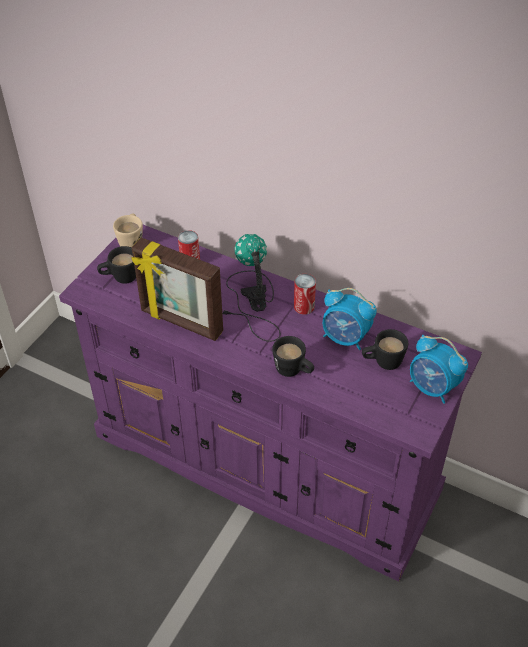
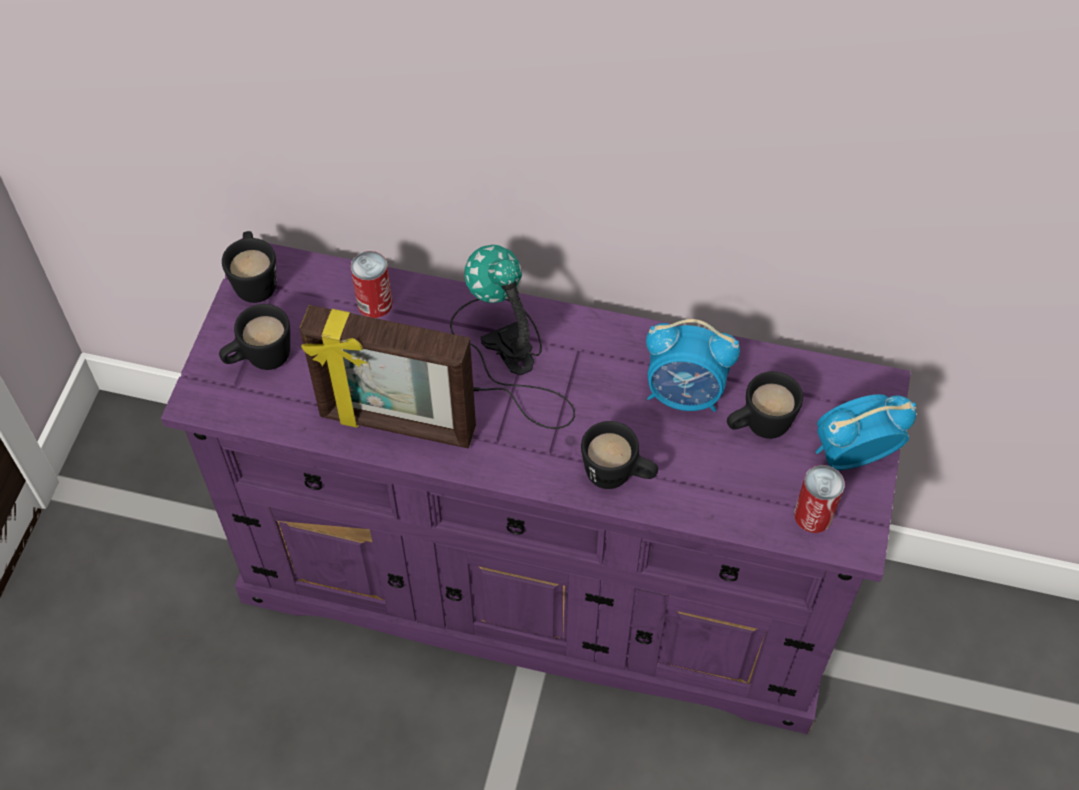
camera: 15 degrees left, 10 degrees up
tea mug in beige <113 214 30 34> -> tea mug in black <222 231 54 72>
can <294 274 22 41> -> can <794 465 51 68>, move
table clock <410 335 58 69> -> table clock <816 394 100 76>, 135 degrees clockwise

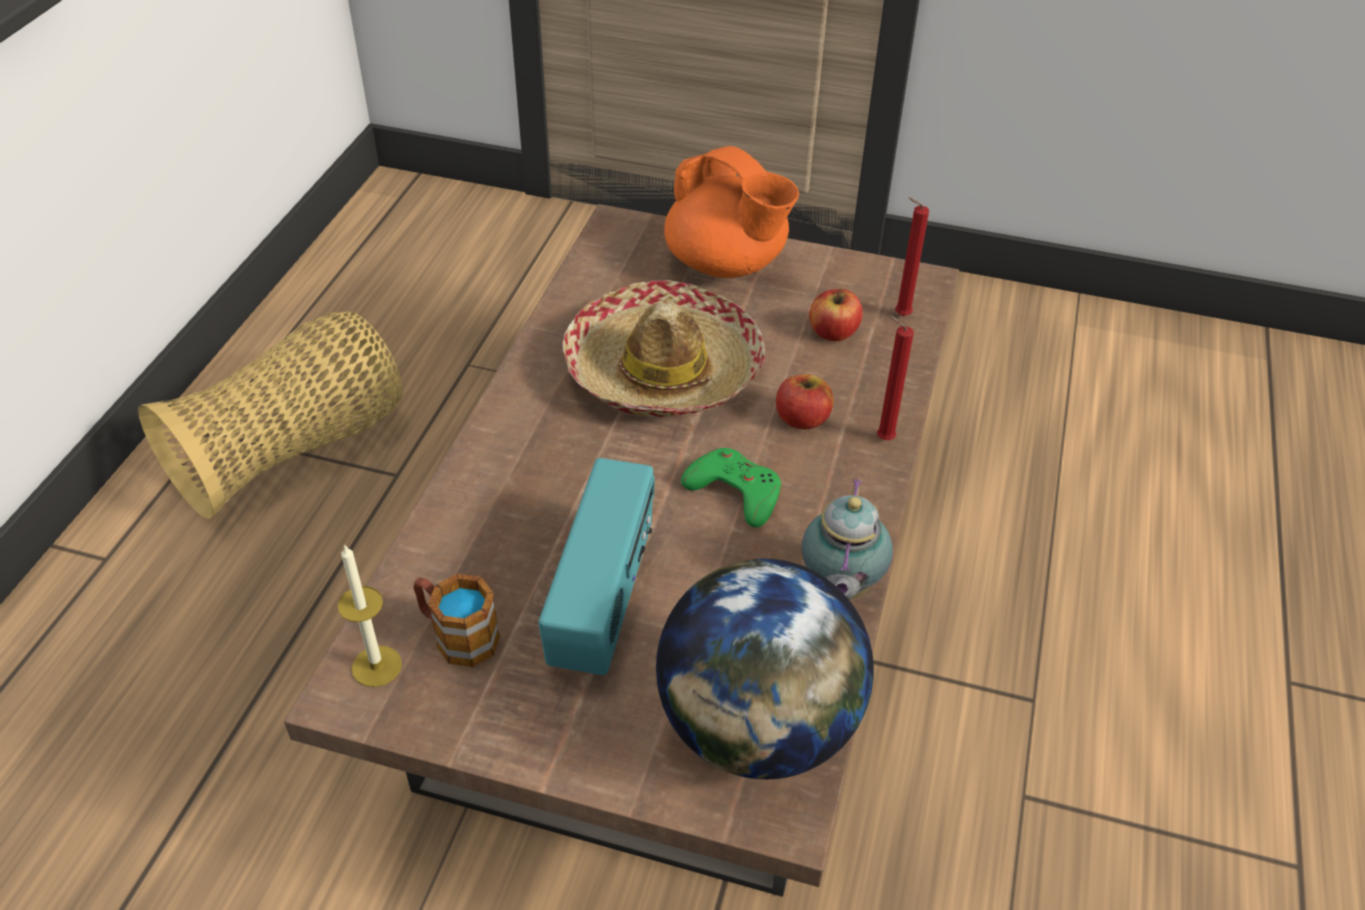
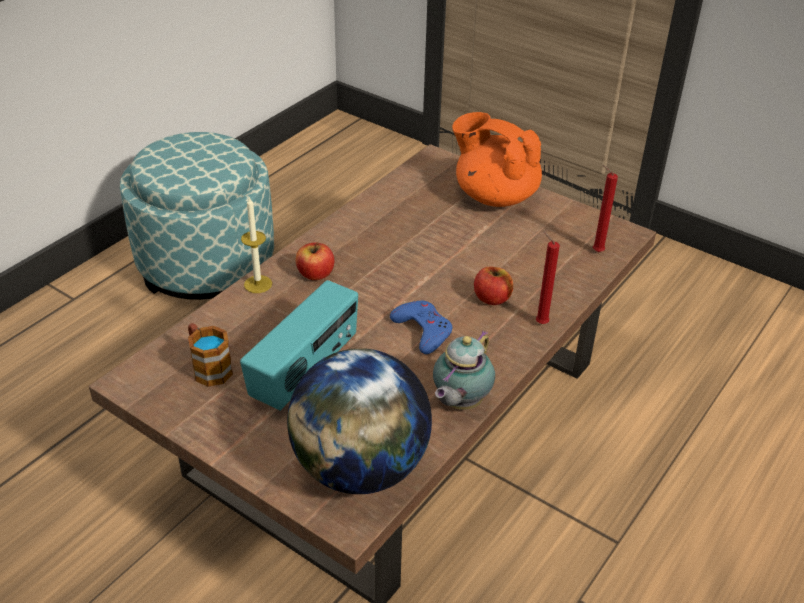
camera: 20 degrees right, 5 degrees down
storage basket <138 312 265 208> -> pouffe <120 132 154 168>
wax light <338 544 64 143> -> wax light <241 196 31 97>, move
wearable hat <563 280 202 137> -> none
tea pot in orangey <664 146 135 132> -> tea pot in orangey <452 112 90 95>, 150 degrees clockwise
game controller in green-coloured <681 448 100 79> -> game controller in bluish <390 301 63 53>
apple <809 288 54 53> -> apple <296 242 38 38>, move

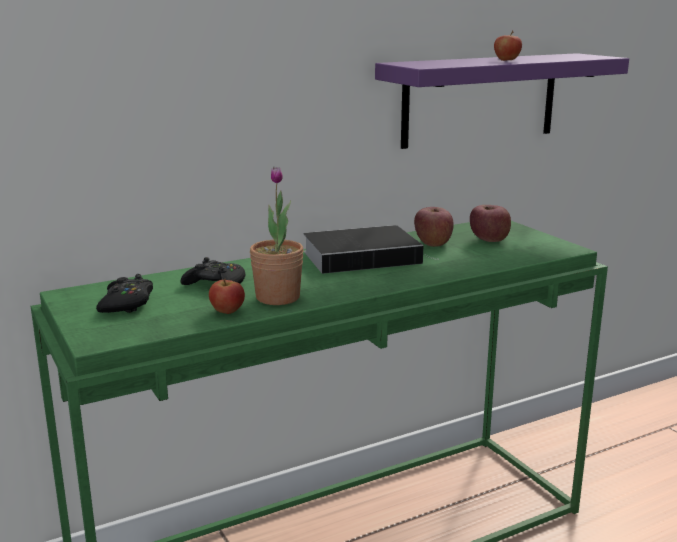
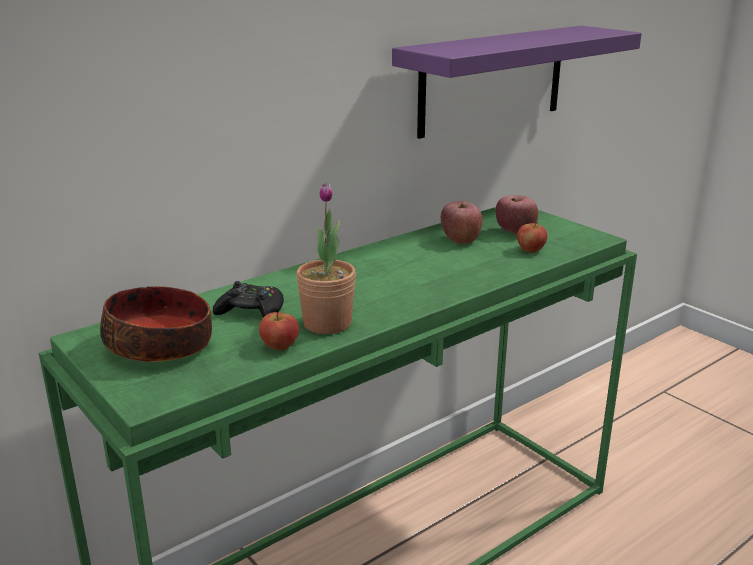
camera: 10 degrees left, 5 degrees up
game controller in black <96 274 57 39> -> serving bowl <100 286 112 76>
volume <303 225 135 49> -> none
apple <494 30 28 31> -> apple <517 220 30 33>, move

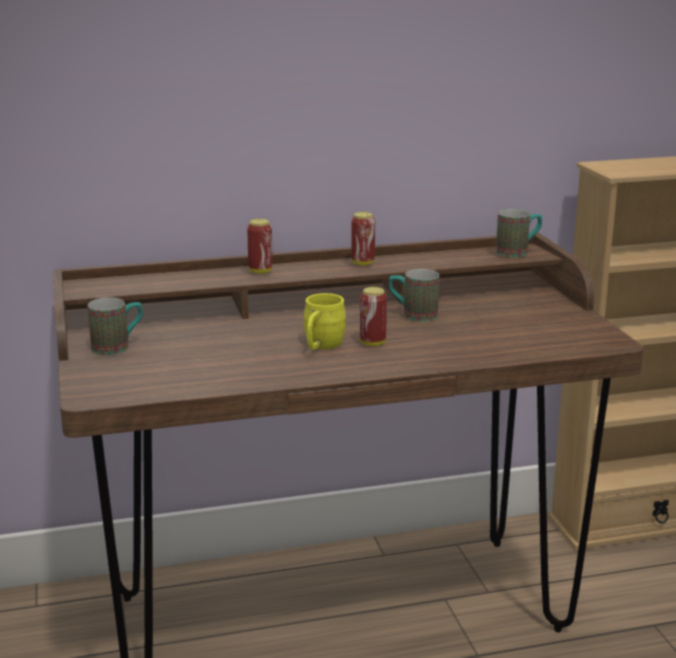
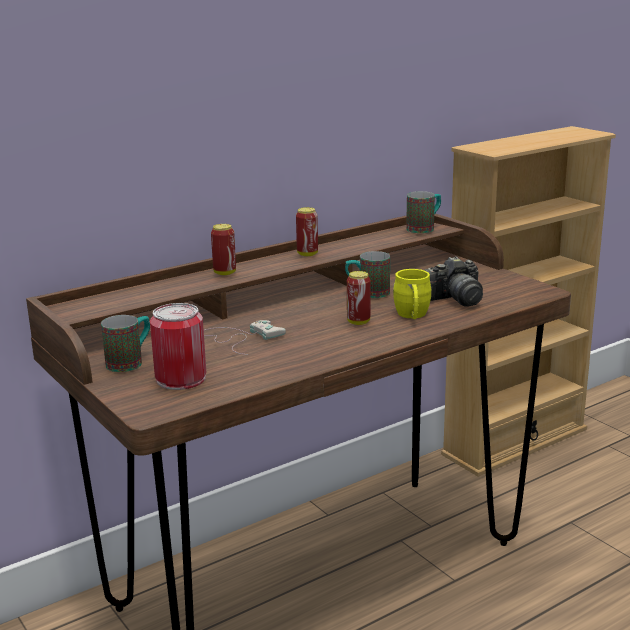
camera: 20 degrees left, 0 degrees up
tea mug in yellow-coloured <304 293 43 57> -> tea mug in yellow-coloured <393 269 38 50>, move
none -> can <150 303 56 87>
none -> game controller in white-coloured <204 320 82 35>
none -> still camera <424 256 59 51>

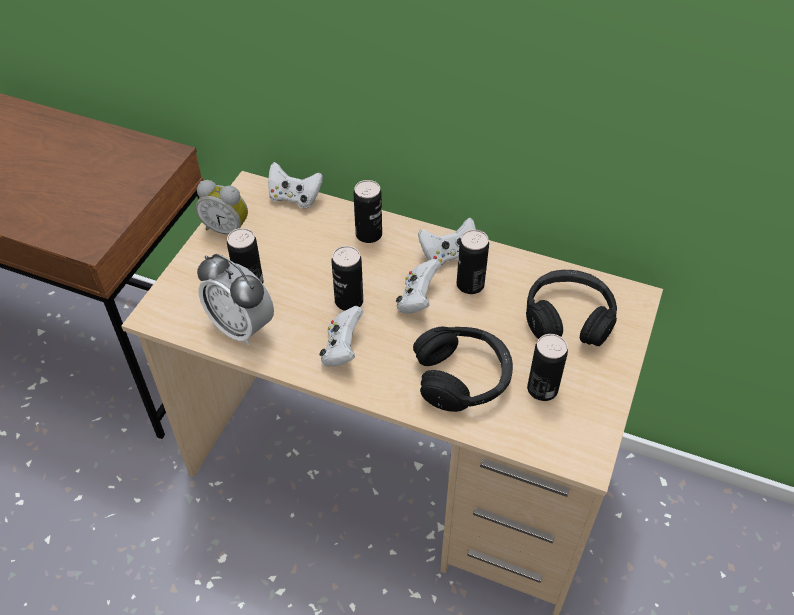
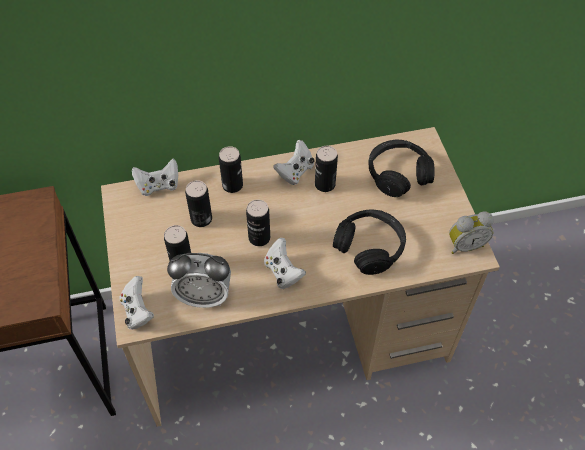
camera: 35 degrees left, 5 degrees up
table clock <196 180 52 54> -> table clock <449 211 45 43>, move
game controller in white-coloured <396 259 45 55> -> game controller in white-coloured <119 276 35 54>, move
can <527 334 41 67> -> can <185 180 27 47>, move

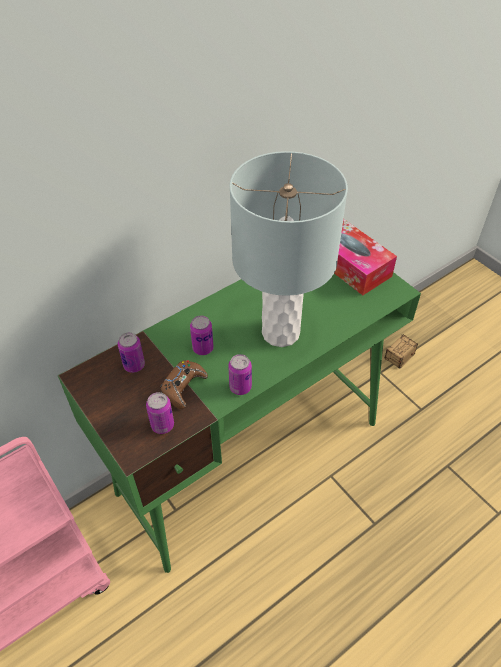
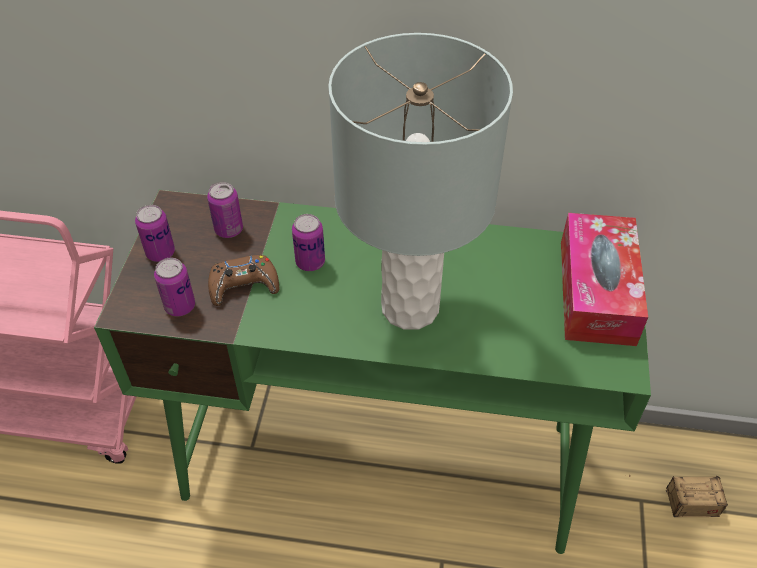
camera: 45 degrees right, 0 degrees up
can <228 354 24 41> -> can <135 205 40 57>, move

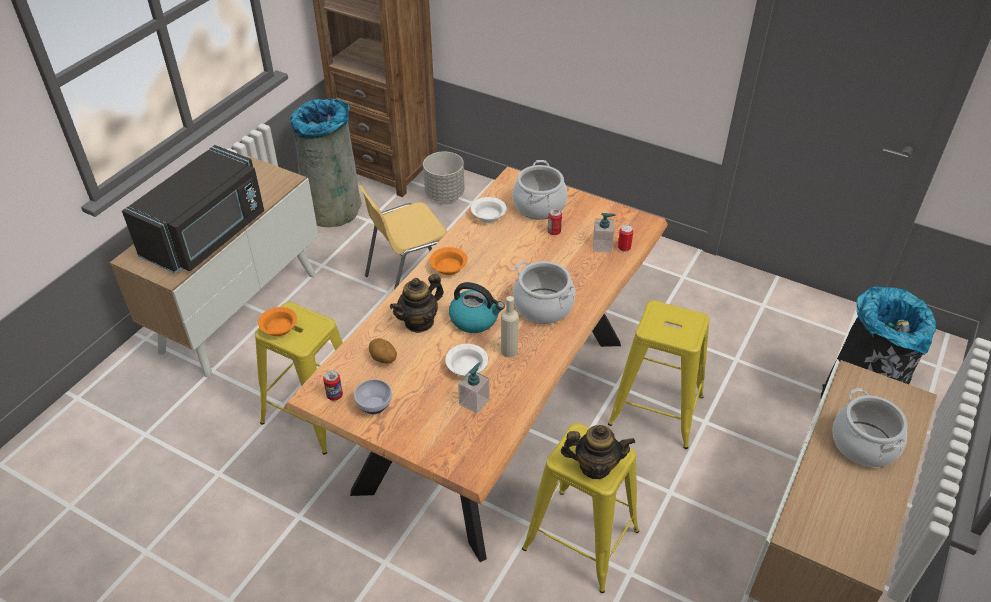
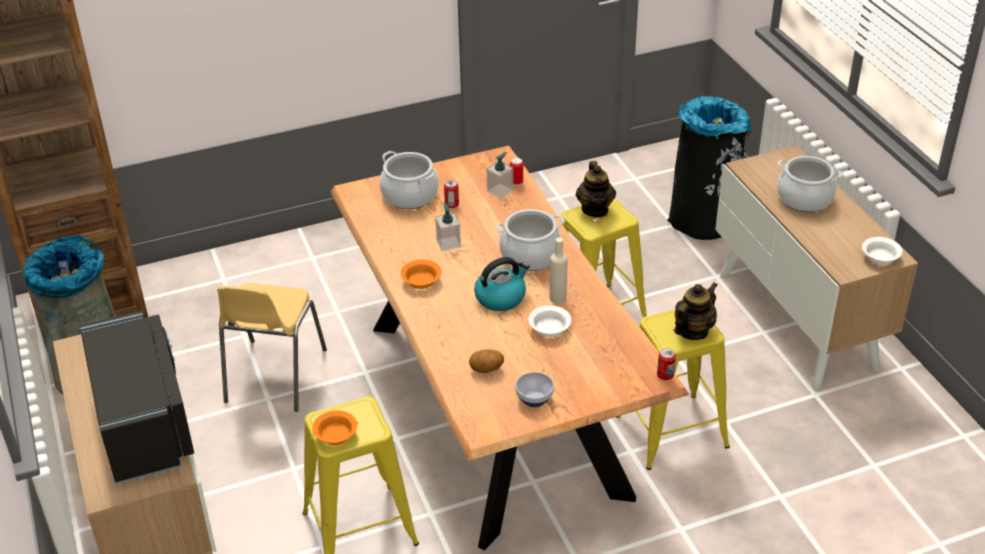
camera: 50 degrees left, 5 degrees down
can <323 370 20 31> -> can <657 348 19 32>, move
tea pot <390 274 54 59> -> tea pot <576 161 40 56>, move
plant pot in greyish <423 152 41 49> -> none
soap bottle <458 362 31 52> -> soap bottle <435 202 26 49>, move
serving bowl in white-coloured <471 197 36 26> -> serving bowl in white-coloured <862 237 41 28>, move

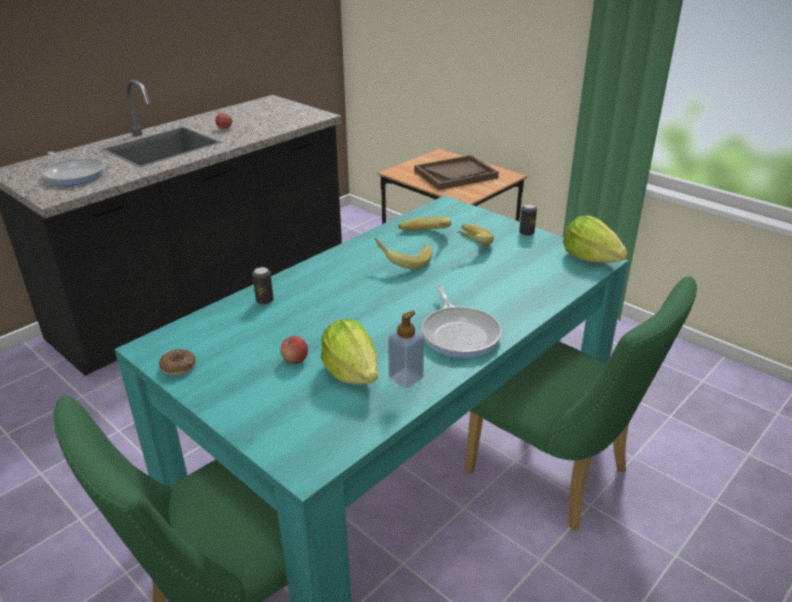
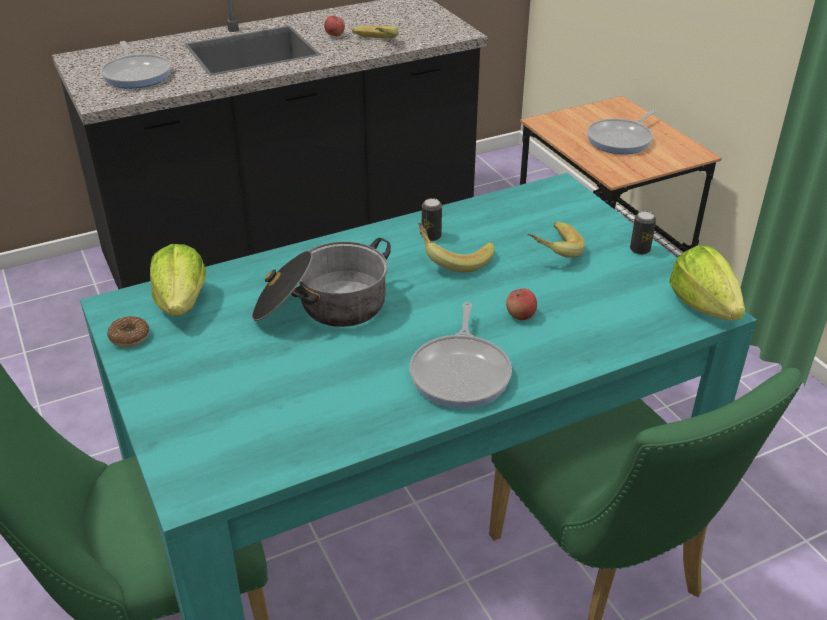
camera: 20 degrees right, 5 degrees up
can <252 267 22 38> -> can <422 198 20 43>, move
apple <280 336 28 28> -> apple <506 289 31 31>, move
head of lettuce <321 319 57 66> -> head of lettuce <150 244 56 72>, move
soap bottle <388 311 36 77> -> none
banana <398 217 54 13> -> banana <352 26 47 12>, move
serving tray in brown-coloured <414 155 85 35> -> pan <587 109 70 45>
none -> saucepot <252 238 139 89>

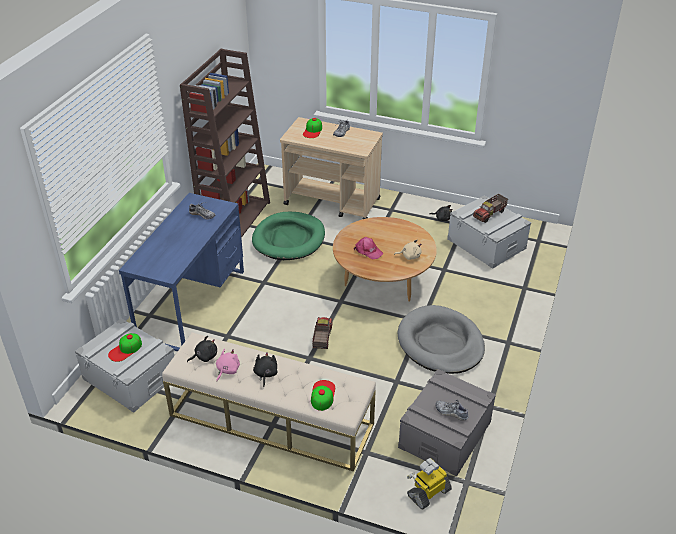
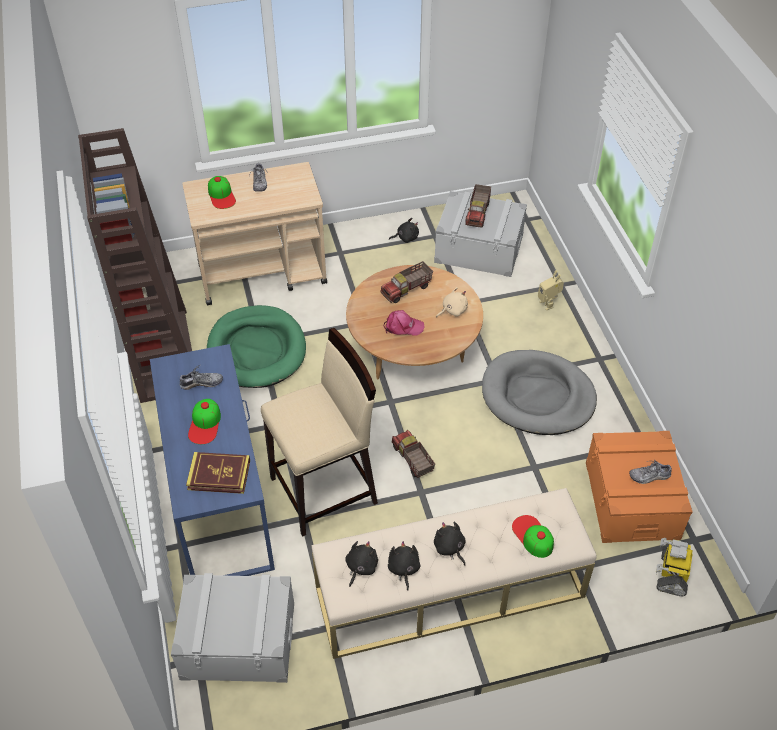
camera: 35 degrees left, 10 degrees up
cap <108 333 34 29> -> cap <188 399 33 45>, move
soft toy in pink-coloured <216 349 24 32> -> soft toy in black <388 541 32 50>
storage box in greyish <398 369 98 107> -> storage box in orangey <586 431 106 112>
none -> volume <186 452 64 42>
none -> sitting stool in beige <261 328 117 209>
none -> toy lorry <381 261 52 42>
none -> toy robot <538 270 26 40>

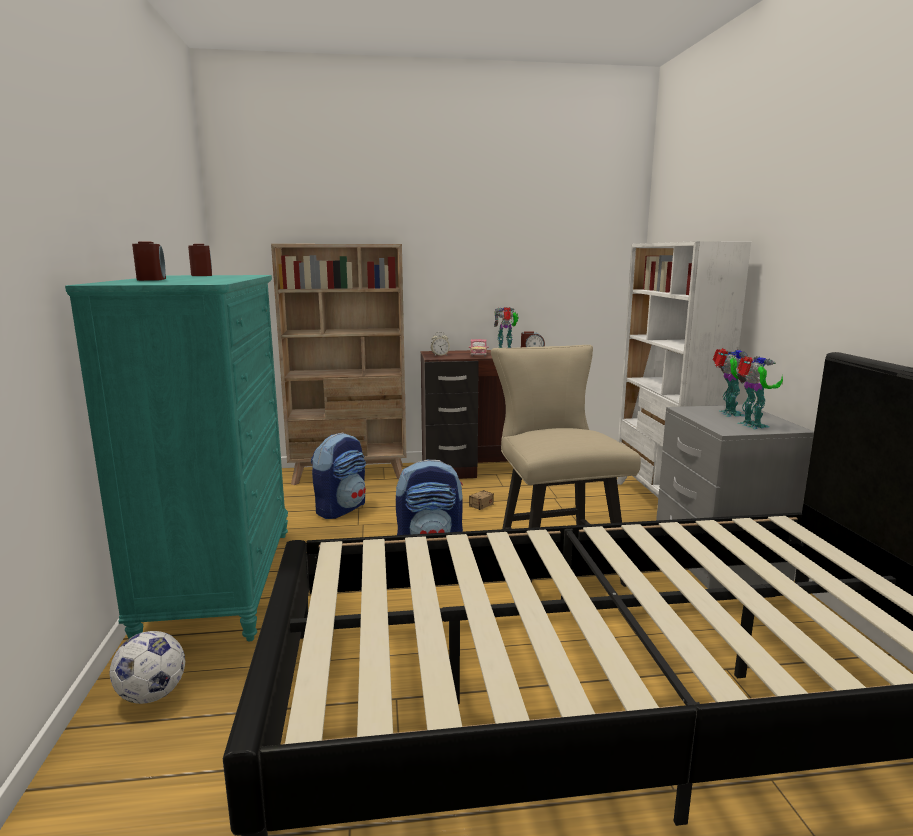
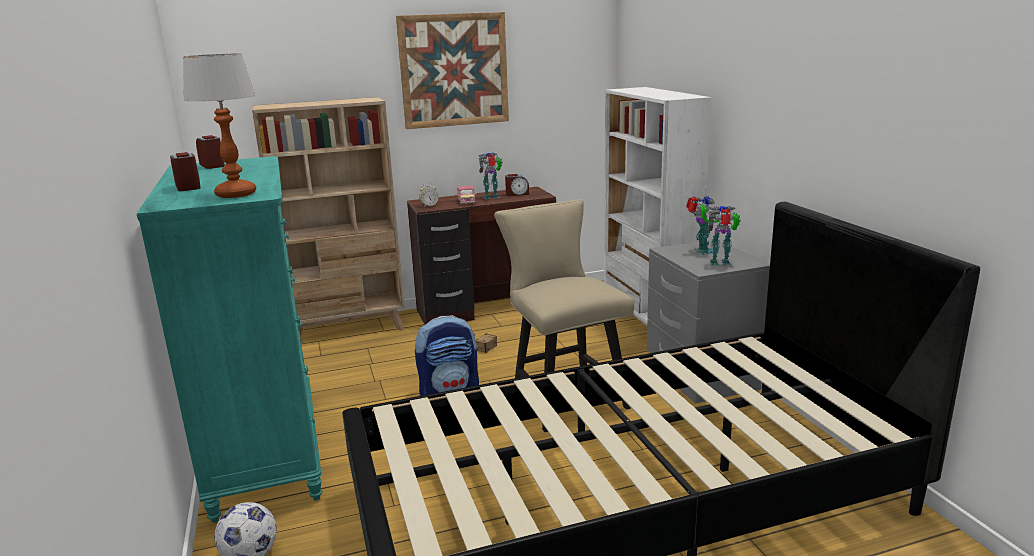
camera: 10 degrees left, 5 degrees up
knapsack <311 432 55 87> -> none
toy robot <737 356 46 73> -> toy robot <708 206 33 60>, 60 degrees counterclockwise
none -> tabletop lamp <183 53 73 145>
none -> picture <396 12 113 117>

